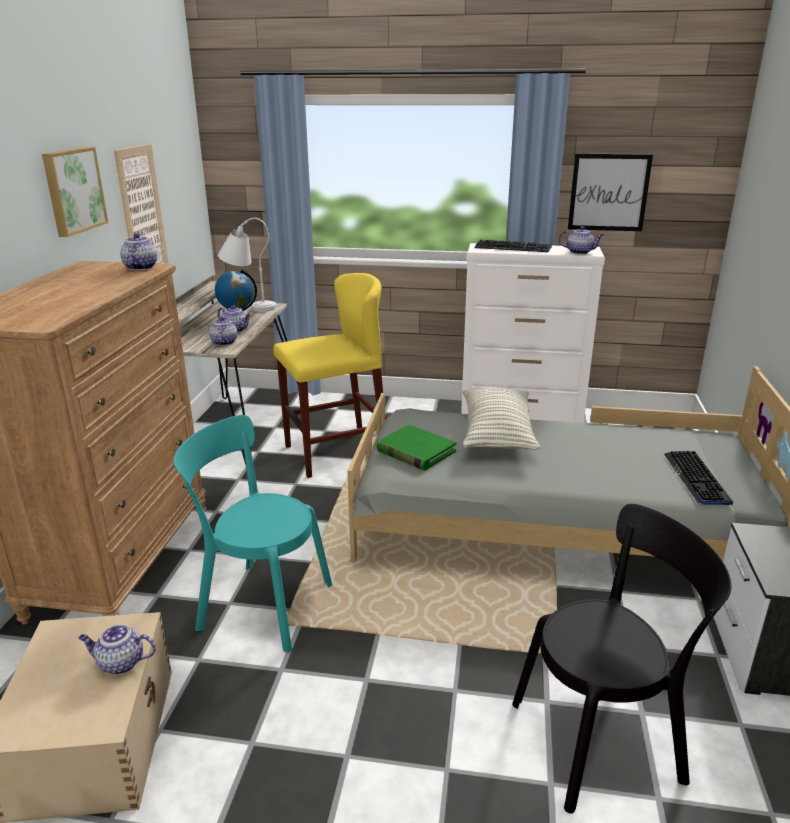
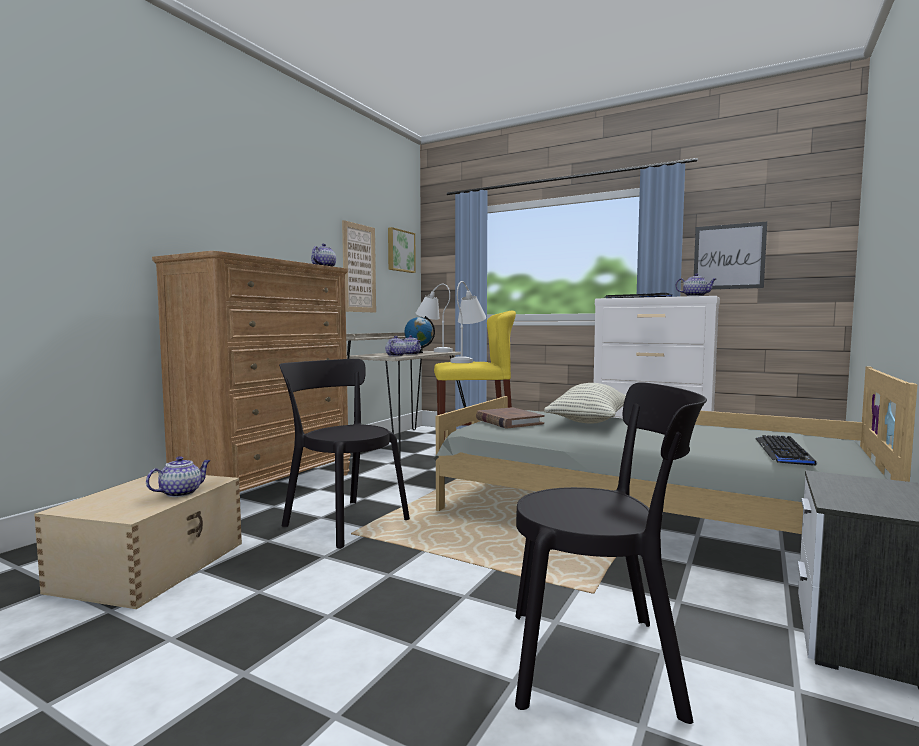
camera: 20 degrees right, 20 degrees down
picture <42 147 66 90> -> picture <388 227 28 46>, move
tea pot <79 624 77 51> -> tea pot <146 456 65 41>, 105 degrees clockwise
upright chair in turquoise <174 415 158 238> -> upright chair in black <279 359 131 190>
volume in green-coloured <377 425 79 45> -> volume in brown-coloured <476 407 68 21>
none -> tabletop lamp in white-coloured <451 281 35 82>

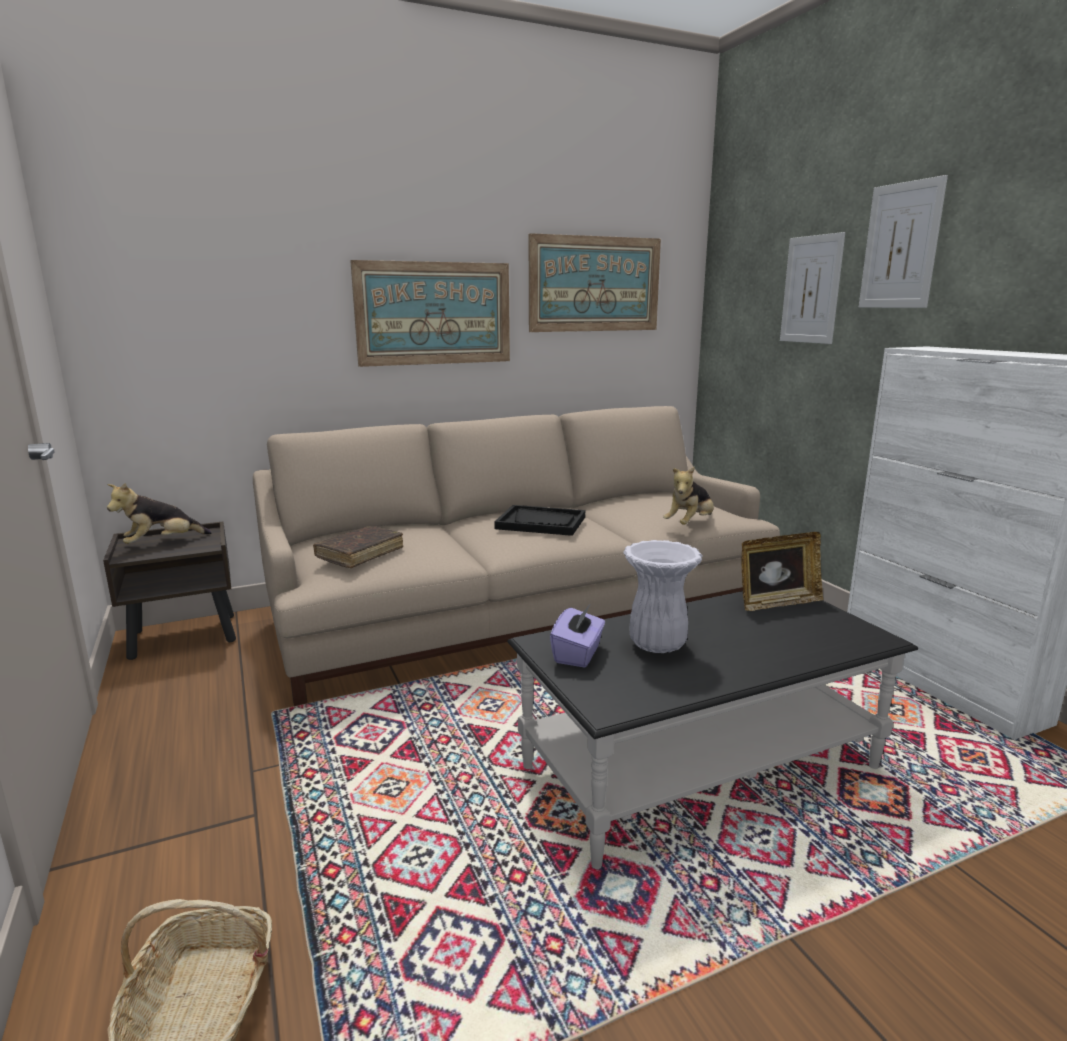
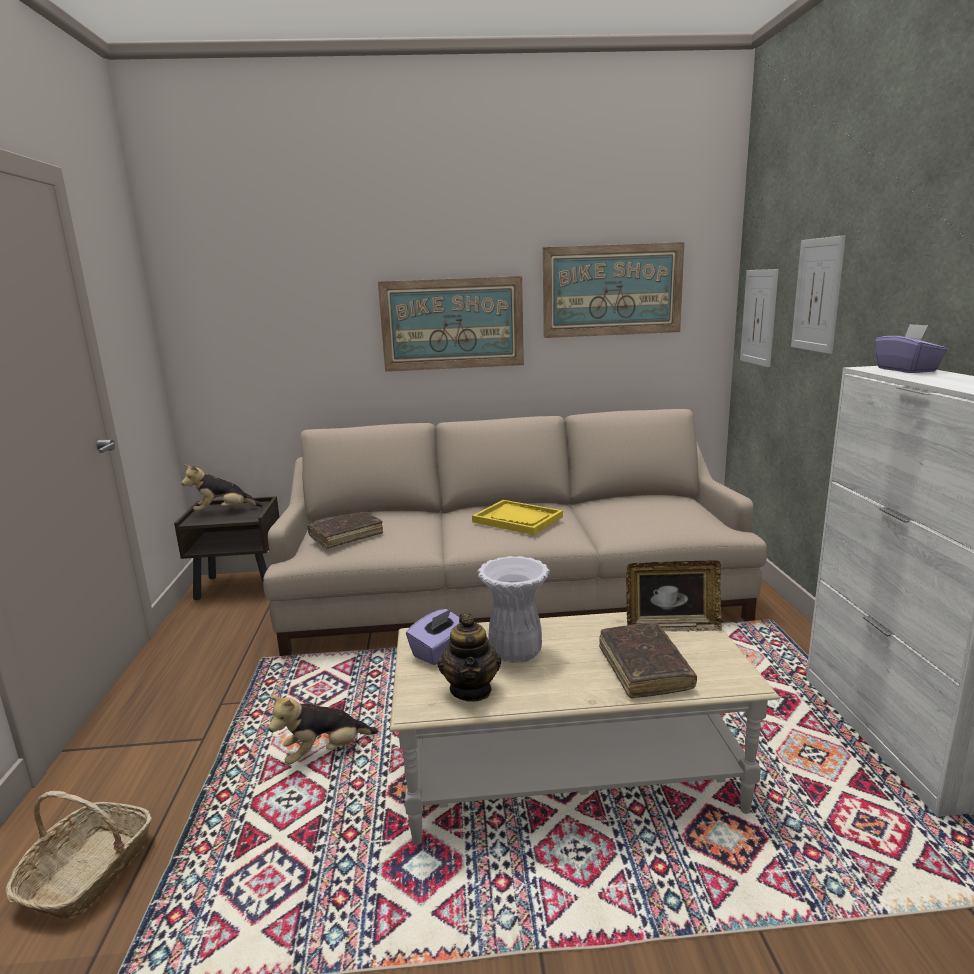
camera: 20 degrees right, 0 degrees up
serving tray in black <494 505 91 31> -> serving tray in yellow-coloured <472 500 91 35>
coffee table in black <507 591 411 278> -> coffee table in beige <390 612 390 233>
soft toy <663 467 51 58> -> soft toy <269 696 109 69>, move
picture <859 175 89 133> -> picture <740 269 39 98>, move
none -> tea pot <438 612 63 90>
none -> volume in brown-coloured <599 623 98 75>
none -> tissue box in purplish <875 324 73 49>

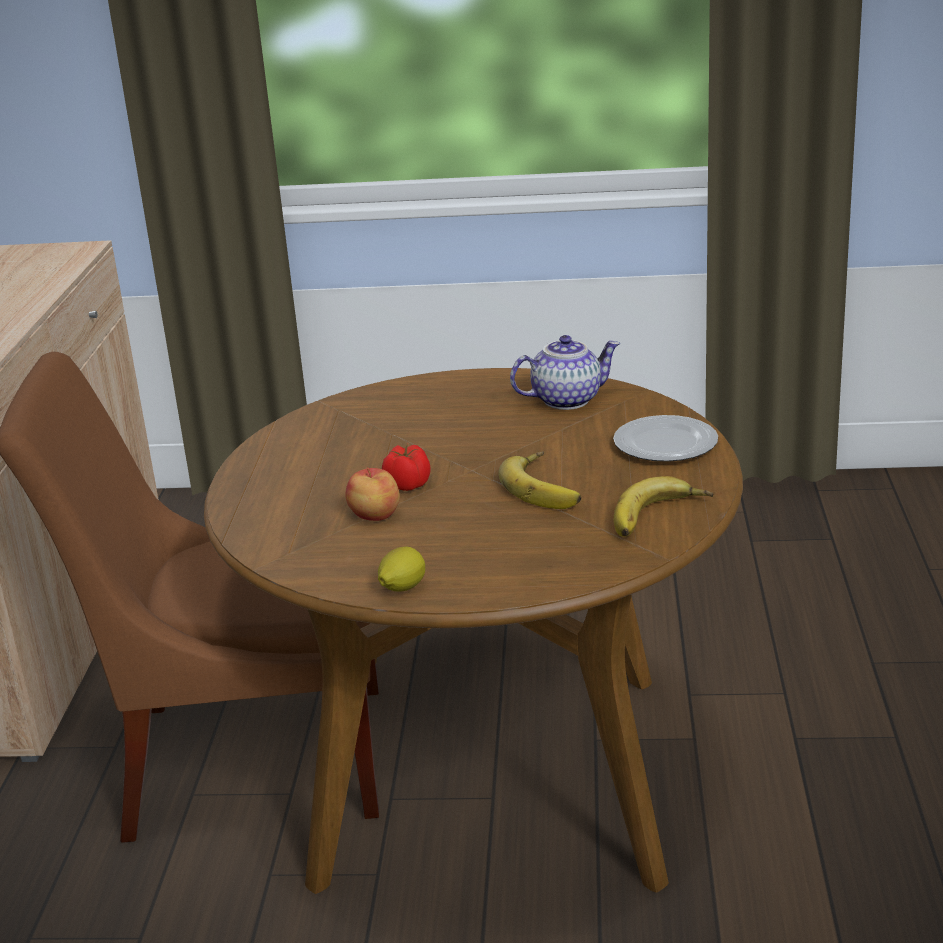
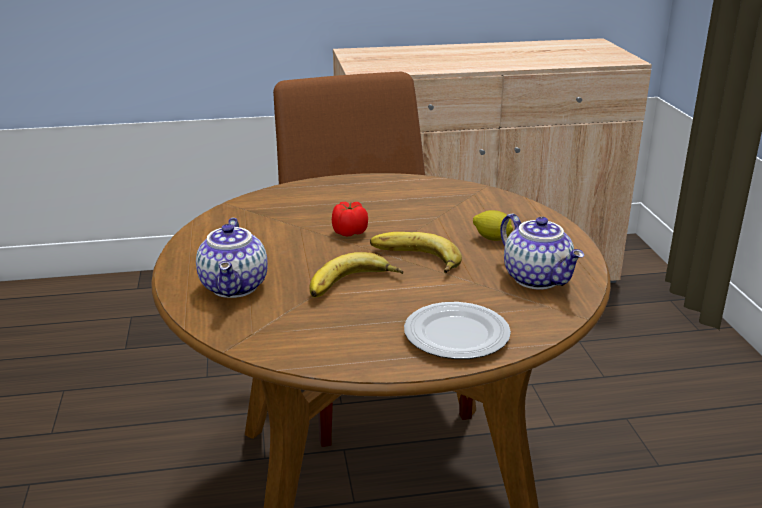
camera: 75 degrees right, 0 degrees up
apple <346 467 54 54> -> none
citrus fruit <378 547 47 44> -> citrus fruit <473 210 40 31>, move
banana <614 476 100 61> -> banana <370 232 92 41>, move
none -> tea pot <196 218 72 80>

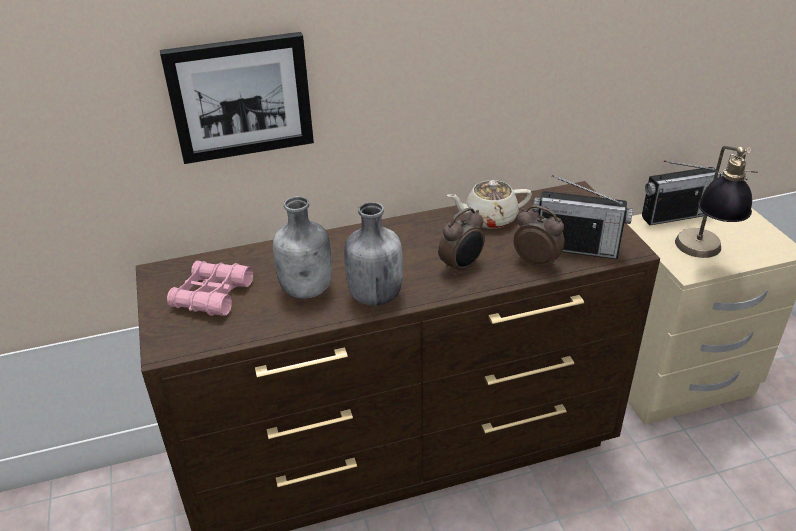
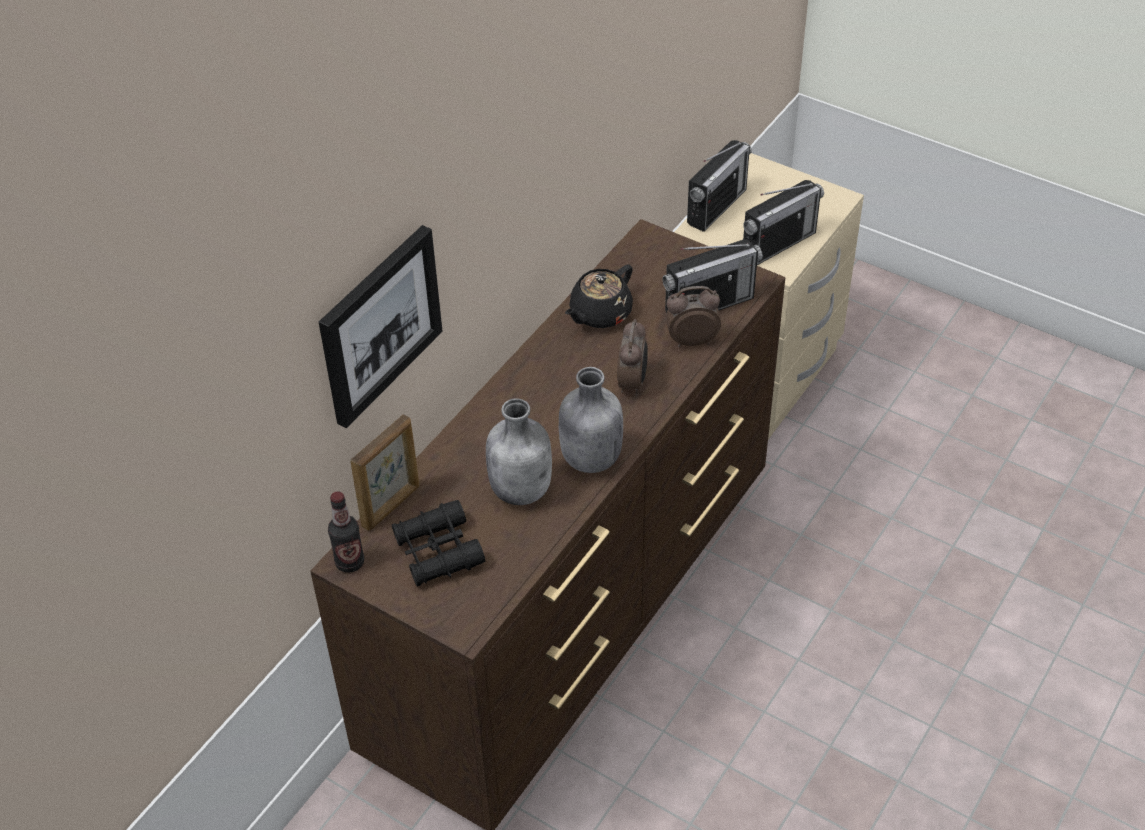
camera: 40 degrees left, 10 degrees up
pair of binoculars in pink-coloured <167 261 86 55> -> pair of binoculars in black <392 500 93 87>
tea pot in beige <447 180 85 49> -> tea pot in black <565 264 68 64>
tabletop lamp <675 146 83 112> -> radio receiver <743 180 81 85>
none -> beverage bottle <328 491 36 82>
none -> standing frame <350 414 69 117>

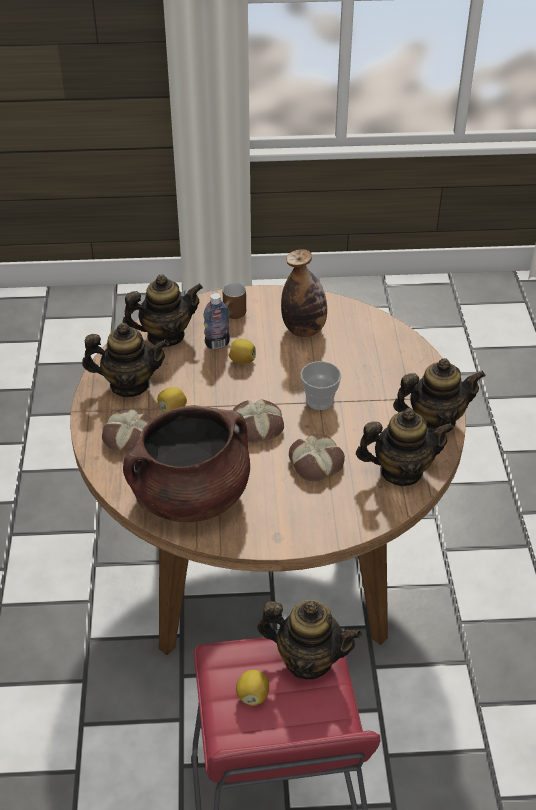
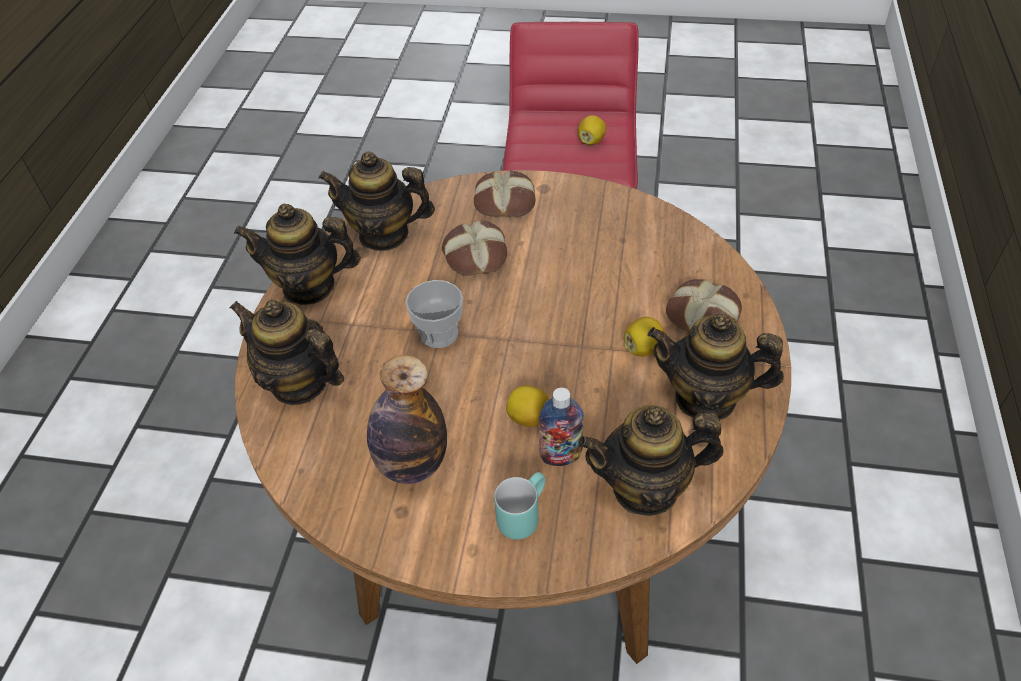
camera: 165 degrees left, 5 degrees up
saucepot in brown-coloured <123 405 127 117> -> none
tea mug in brown-coloured <223 283 23 36> -> tea mug in turquoise <494 472 51 68>
bread <233 399 51 44> -> bread <474 170 61 48>, move
tea pot <257 600 105 79> -> tea pot <230 300 114 105>, move

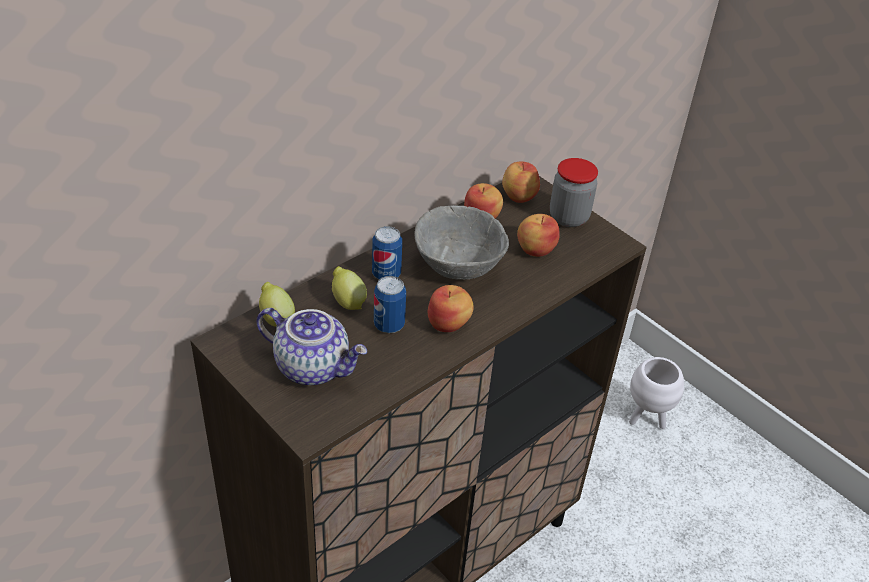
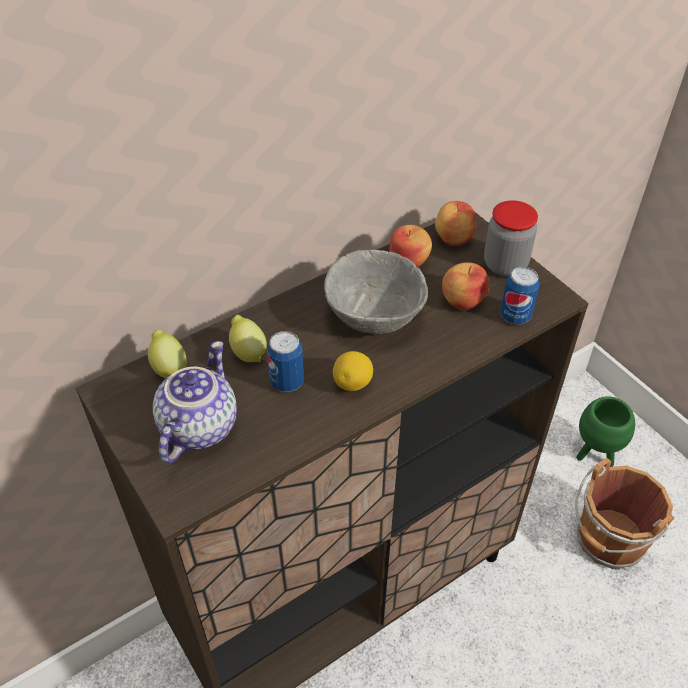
camera: 10 degrees right, 5 degrees up
tea pot <256 308 111 77> -> tea pot <153 341 84 122>, 105 degrees counterclockwise
can <372 226 30 54> -> can <500 266 40 59>, move
apple <428 285 46 47> -> citrus fruit <333 351 40 40>
plant pot in white-coloured <629 357 55 72> -> plant pot in green-coloured <576 396 59 71>
none -> bucket in brown-coloured <575 458 100 112>

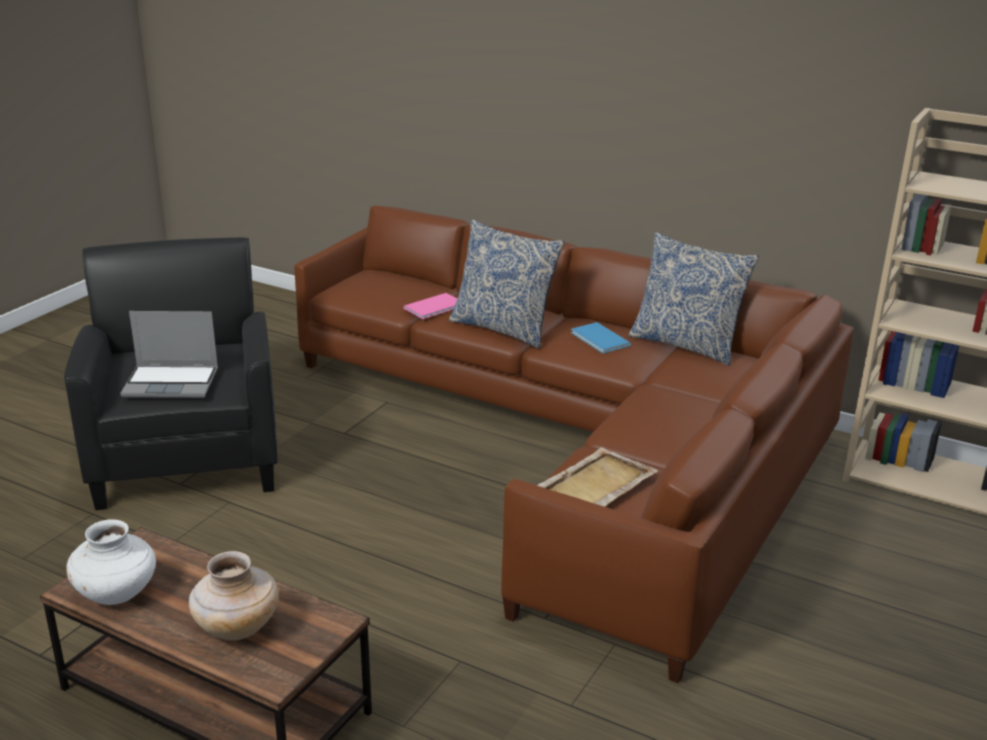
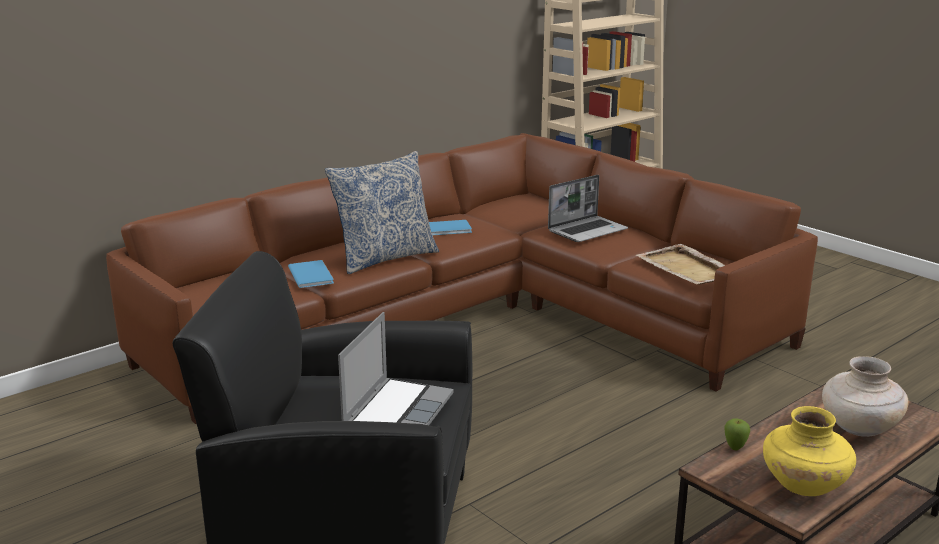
camera: 70 degrees left, 5 degrees down
flower vase in white-coloured <66 519 90 86> -> flower vase in yellow-coloured <763 406 93 90>
volume in pink-coloured <403 293 54 26> -> volume in bluish <288 260 46 28>
cushion <629 232 130 134> -> none
none -> portable computer <548 175 80 67>
none -> apple <724 418 26 33>

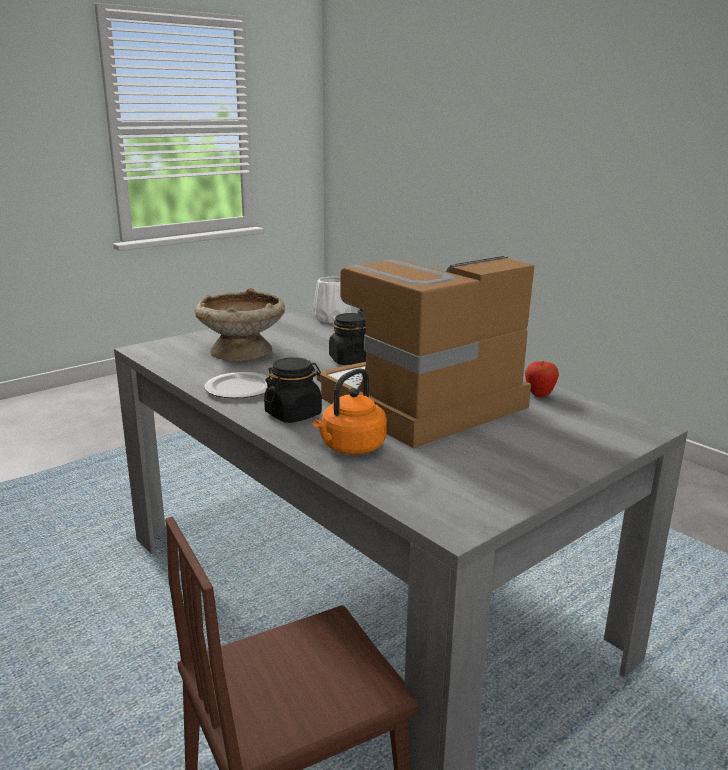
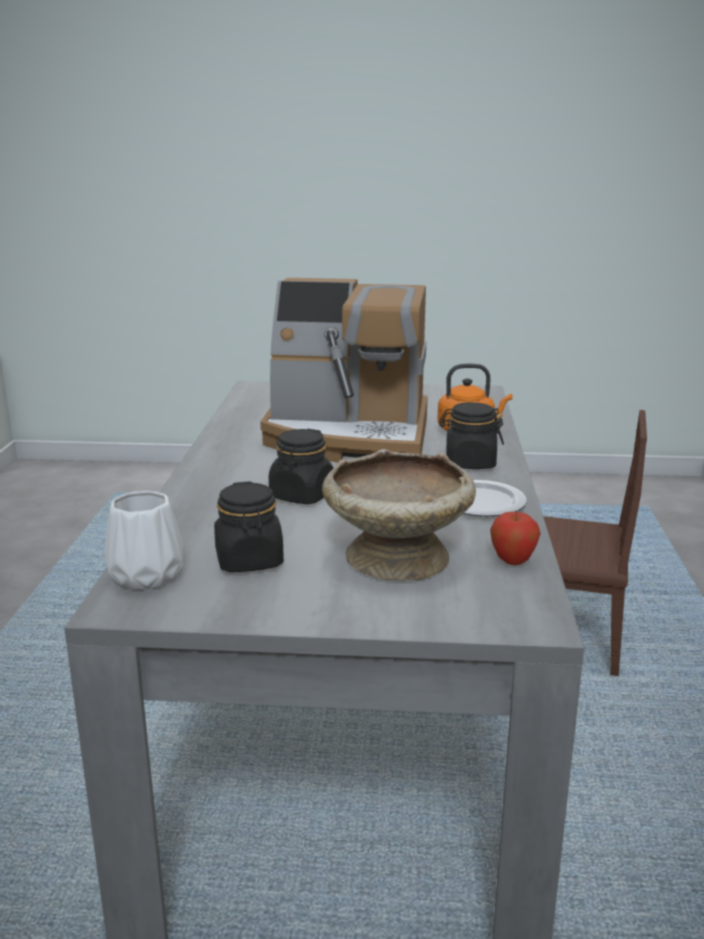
camera: 135 degrees left, 0 degrees up
apple <525 361 34 36> -> apple <490 512 51 53>, move
none -> storage jar in black <214 481 70 91>

